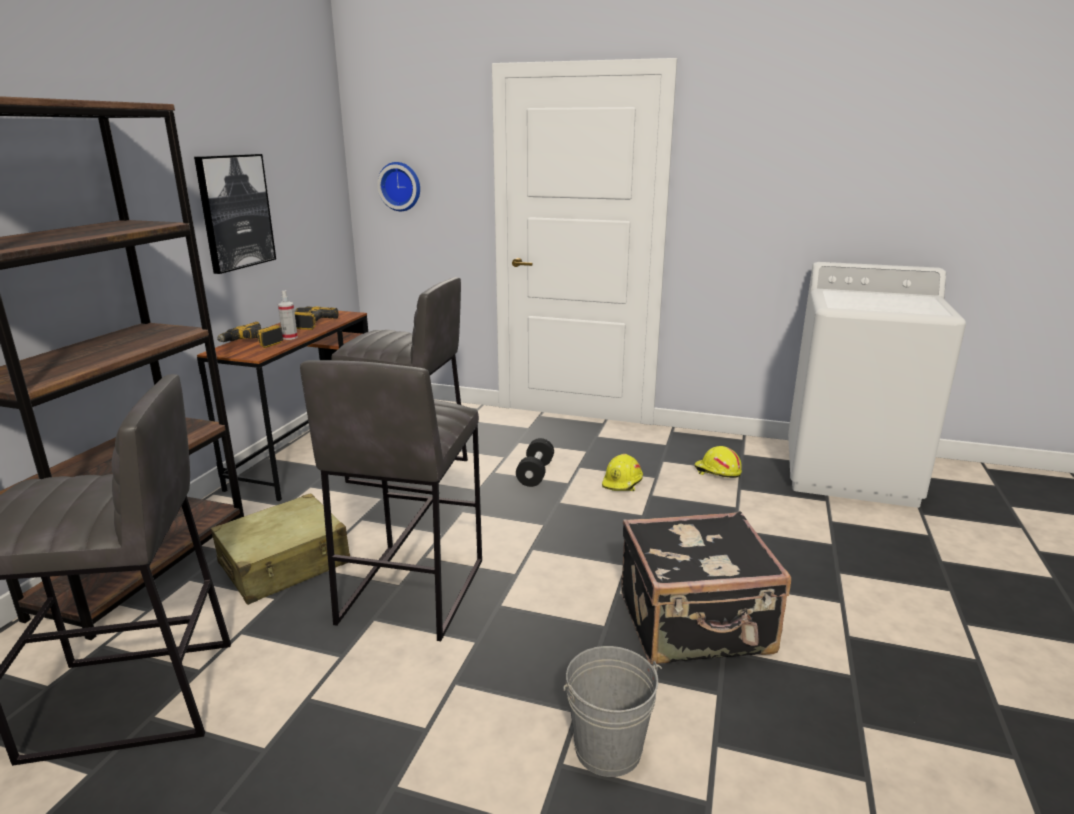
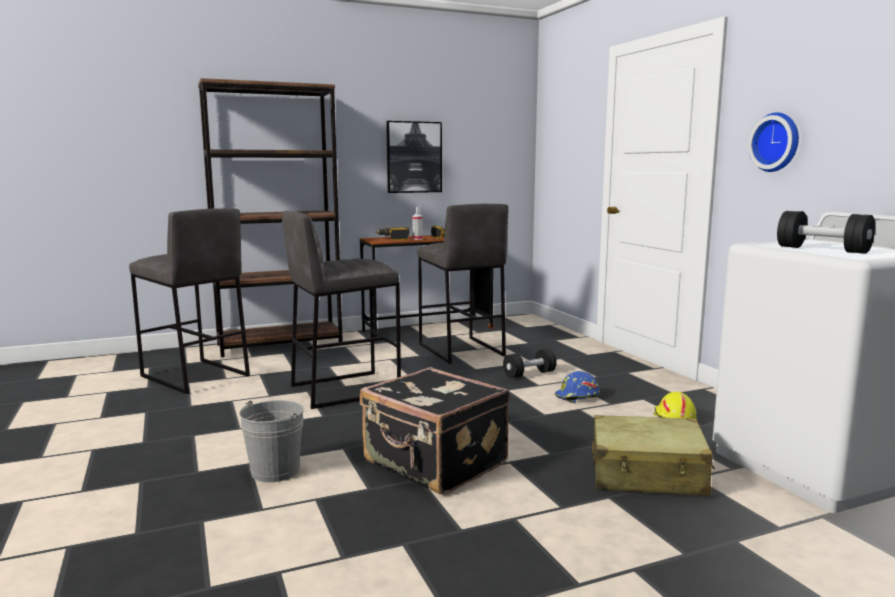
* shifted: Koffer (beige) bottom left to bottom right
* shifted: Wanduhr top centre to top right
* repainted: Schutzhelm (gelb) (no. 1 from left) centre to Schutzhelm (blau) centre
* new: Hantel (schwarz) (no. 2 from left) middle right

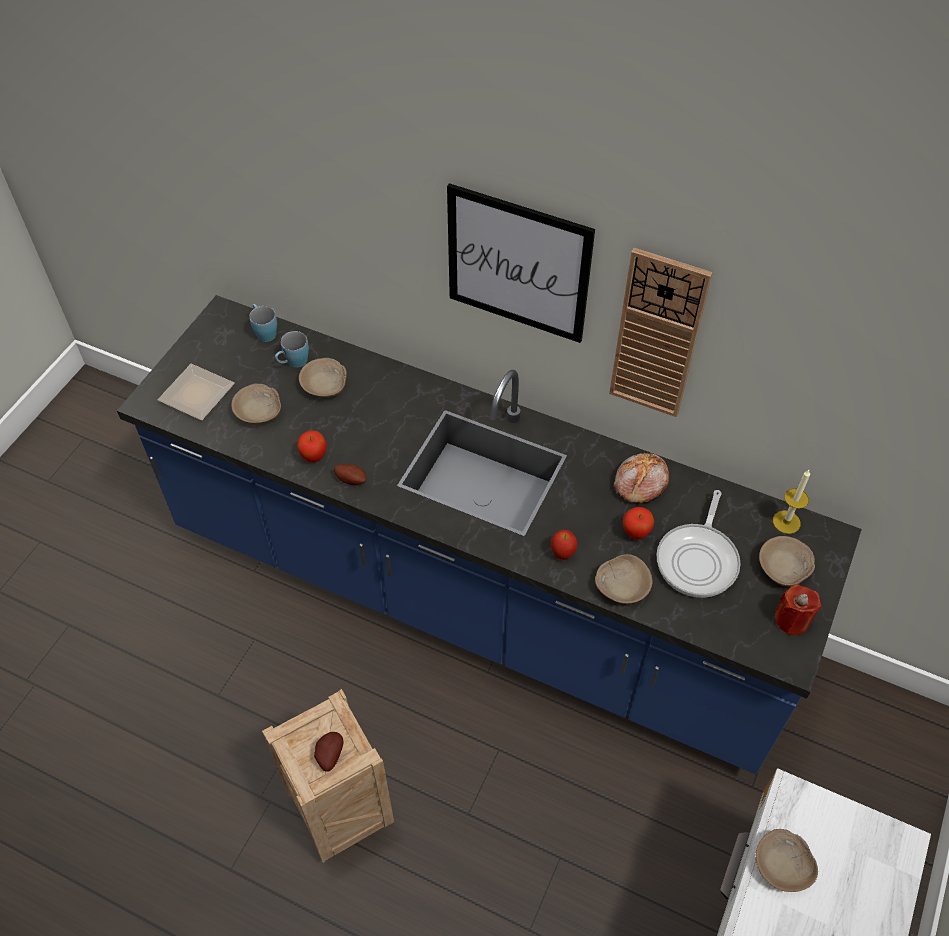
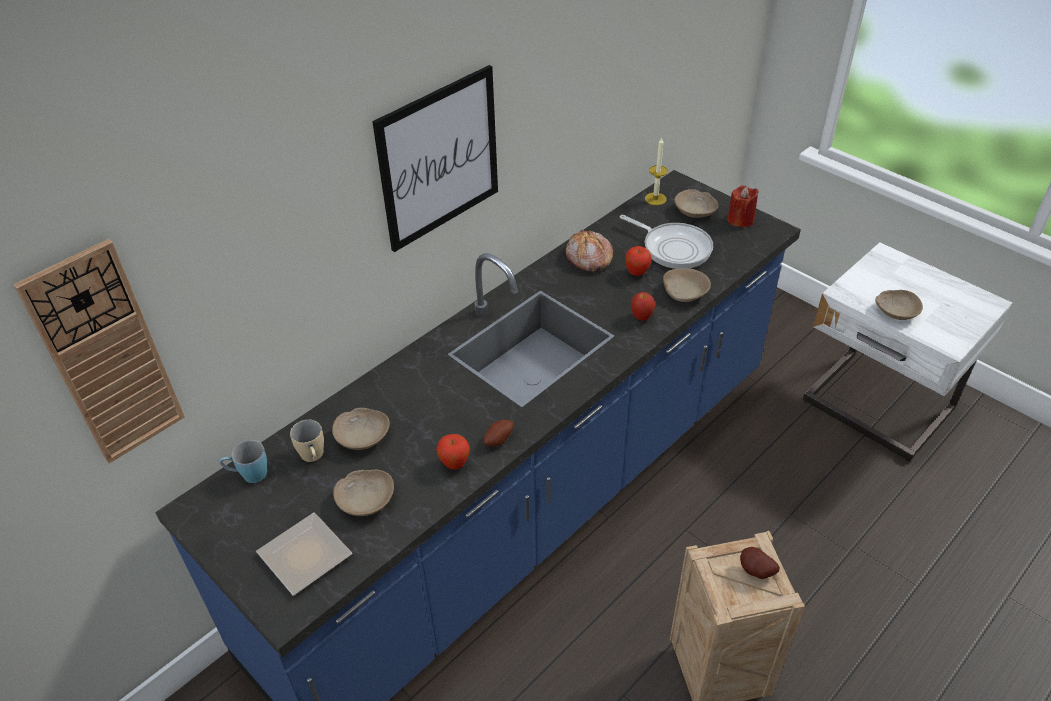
* repainted: Henkelbecher (blau) (no. 2 from left) middle left to Henkelbecher (beige) middle left
* shifted: Wanduhr middle right to middle left

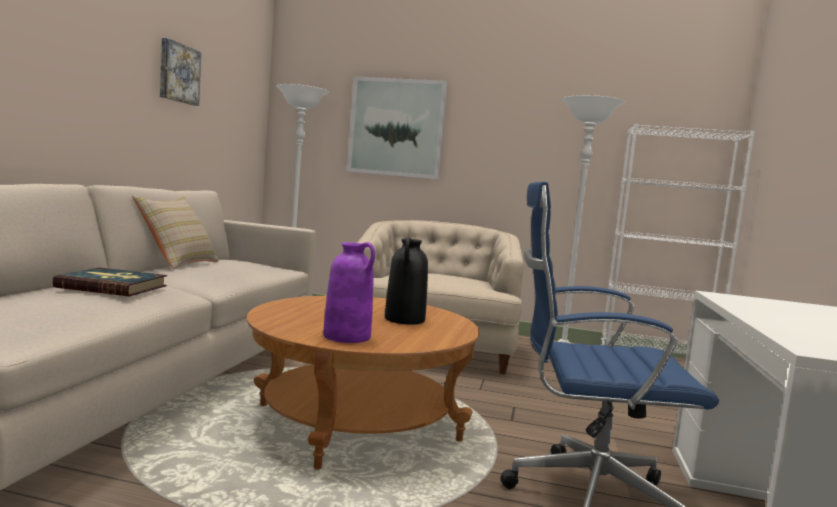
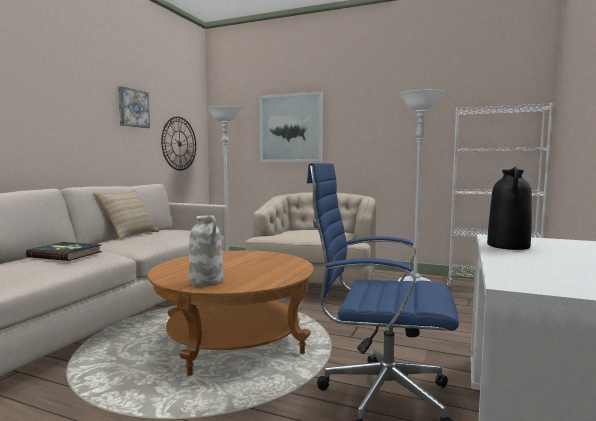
* repainted: Vase (lila) centre to Vase (weiß) centre
* shifted: Vase (schwarz) centre to middle right
* new: Wanduhr middle left

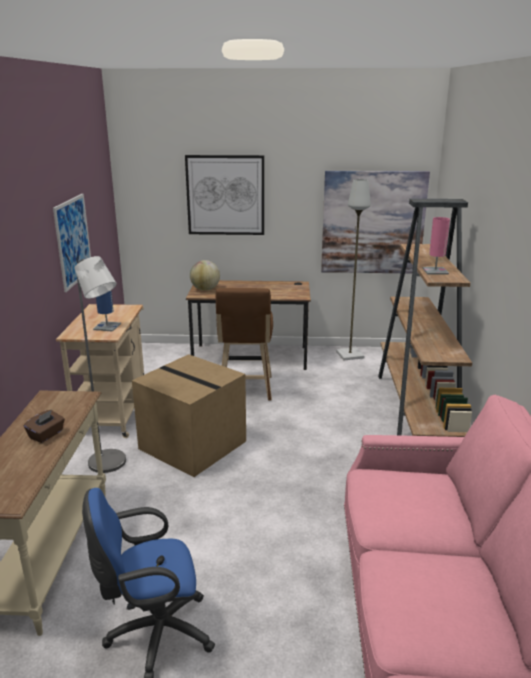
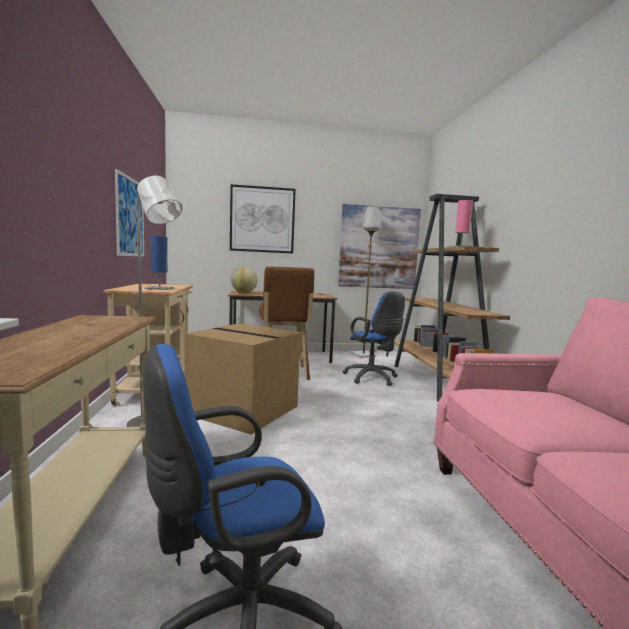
* gone: Taschentuchbox (braun) middle left
* new: Bürostuhl (blau) (no. 2 from left) centre

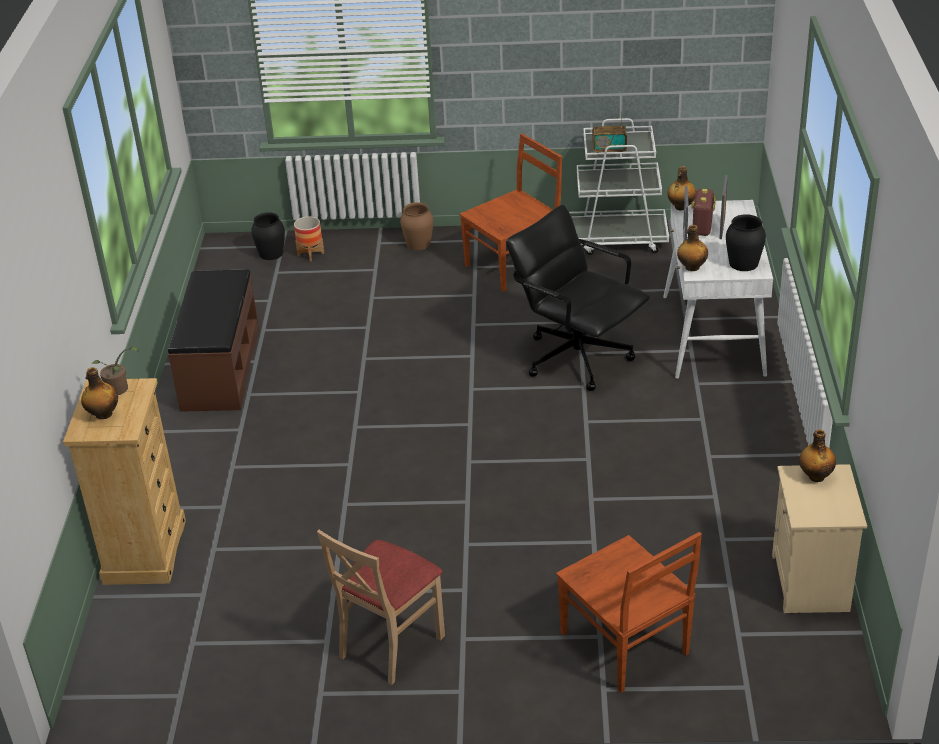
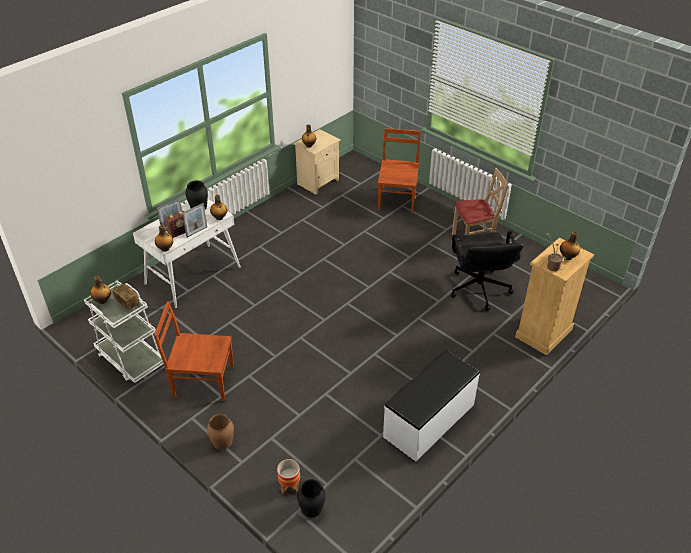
* repainted: Bank (braun) middle left to Bank (weiß) bottom centre
* shifted: Bürostuhl (schwarz) centre to middle right
* new: Flasche (no. 1 from left) middle left

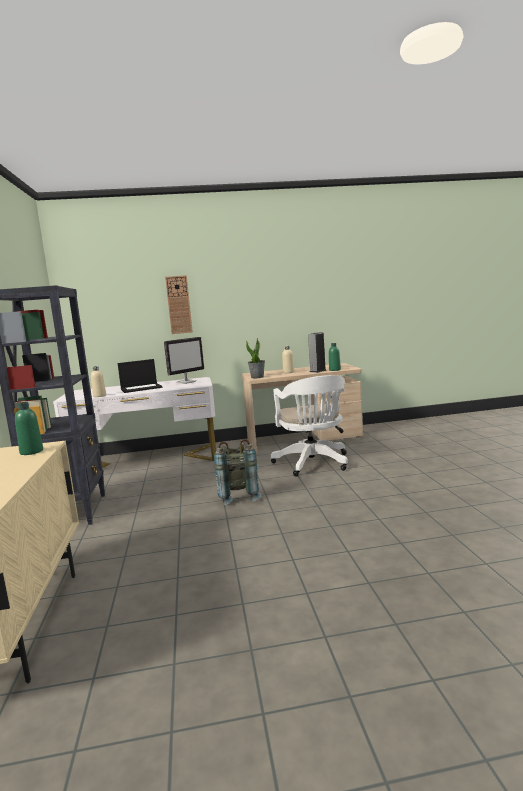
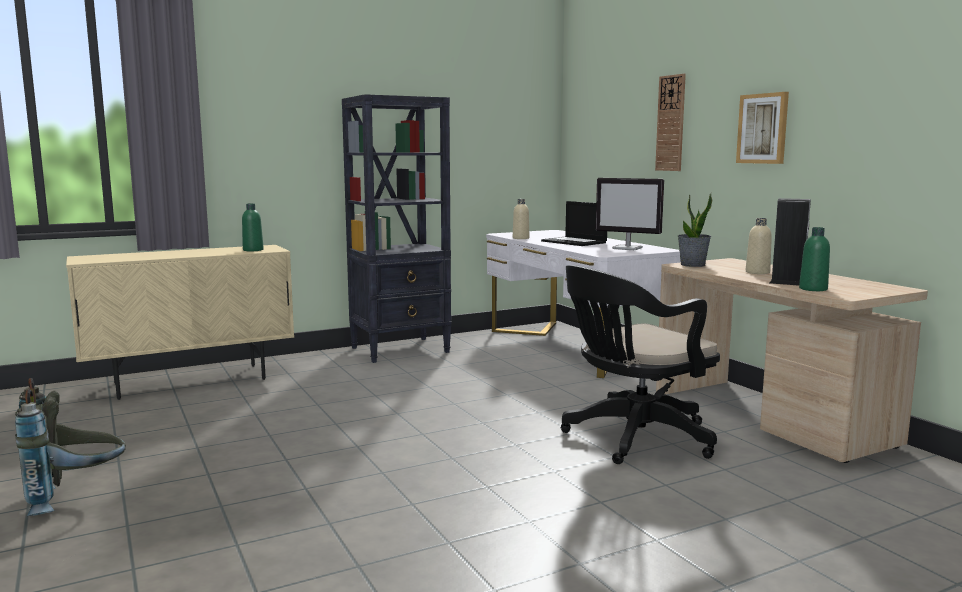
* shifted: Rucksack (grau) centre to bottom left
* repainted: Bürostuhl (weiß) centre to Bürostuhl (schwarz) centre
* new: Bild top right

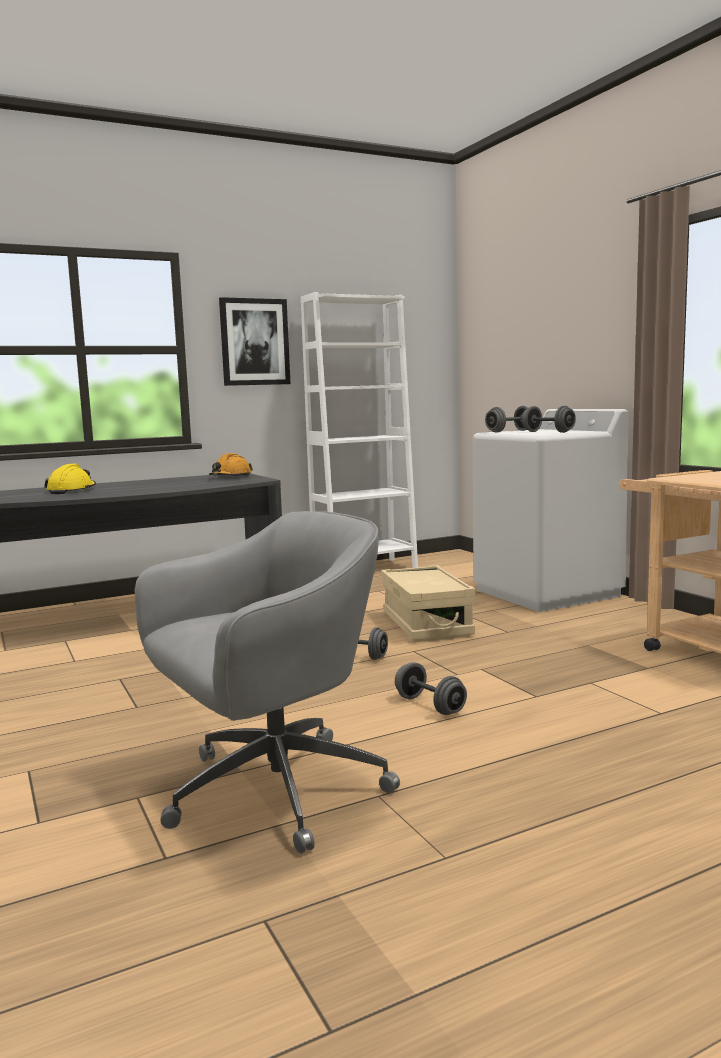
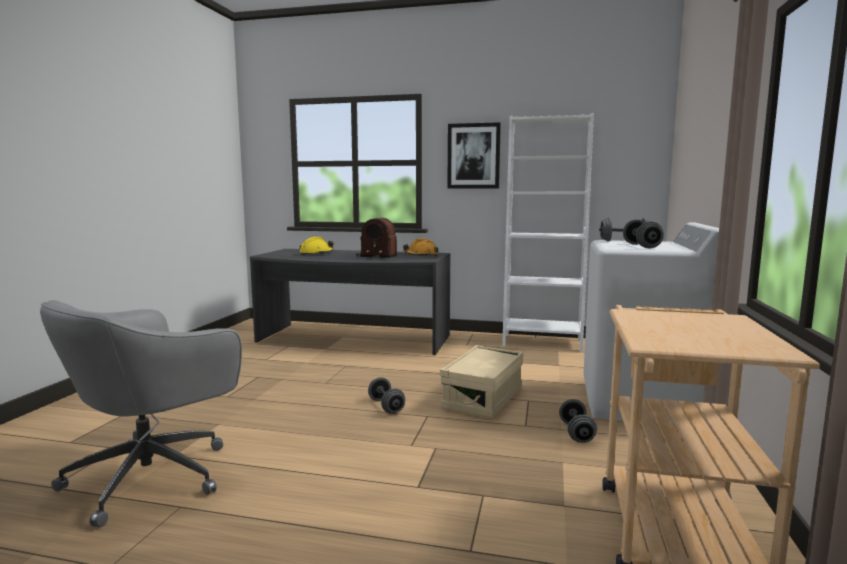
* rotated: Bürostuhl (grau) centre = bottom left 120 degrees clockwise
* shifted: Hantel (grau) (no. 2 from left) centre to bottom right
* new: Radio centre

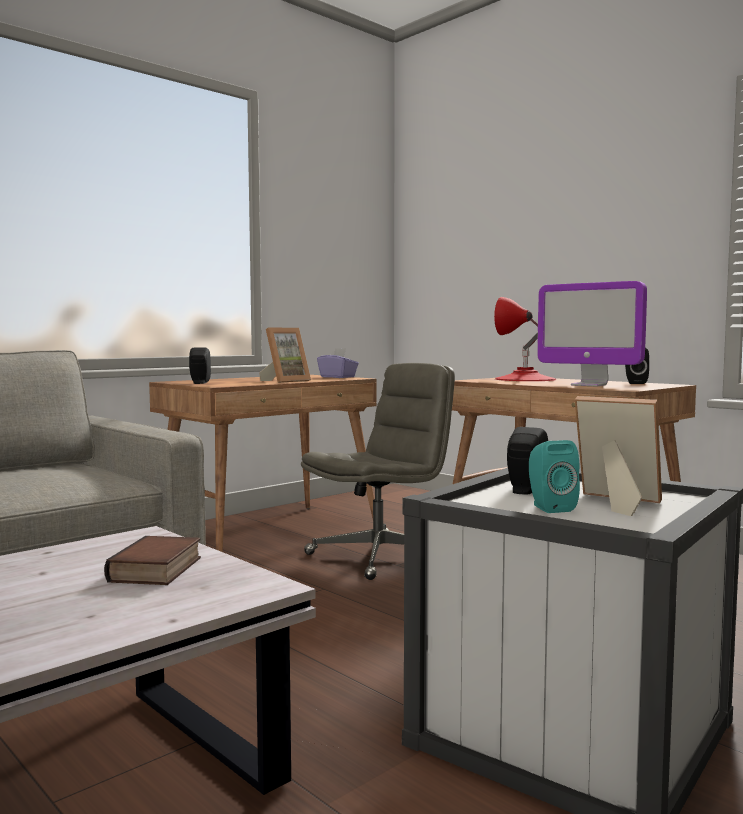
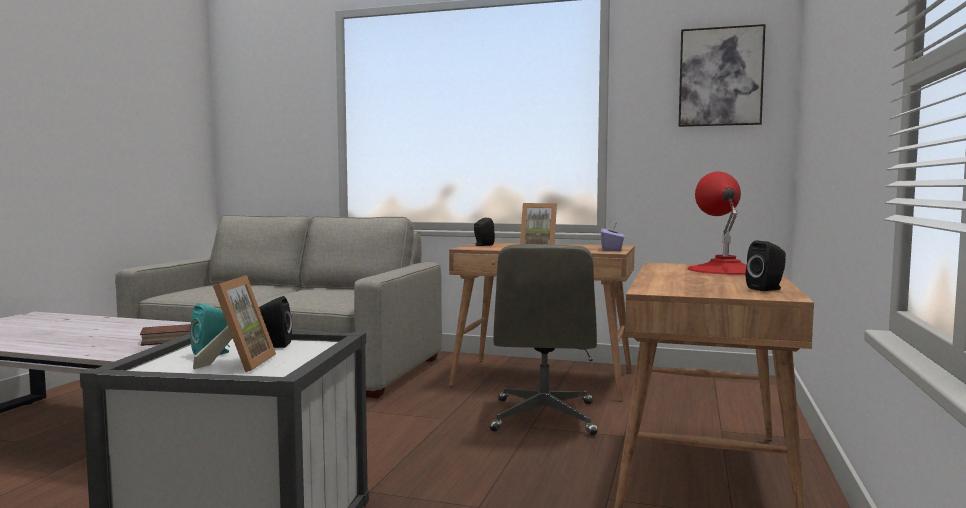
* rotated: Bürostuhl (grau) centre = bottom centre 75 degrees clockwise
* gone: Monitor middle right
* new: Bild top right

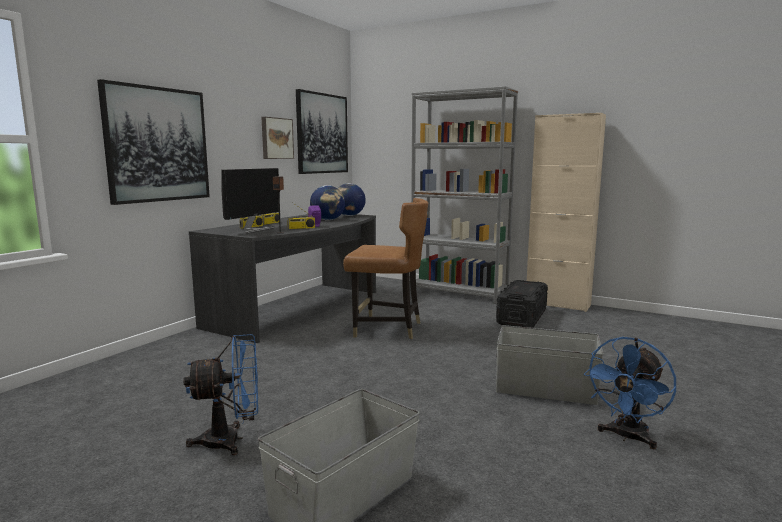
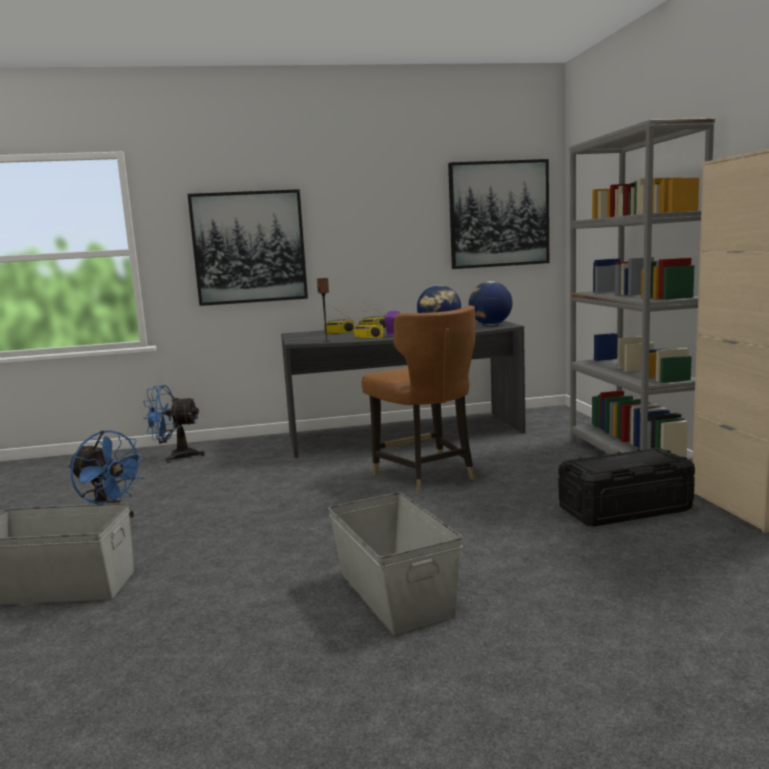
* gone: Monitor middle left
* gone: Bild (no. 2 from left) top centre
* shifted: Ventilator (blau) (no. 2 from left) bottom right to middle left

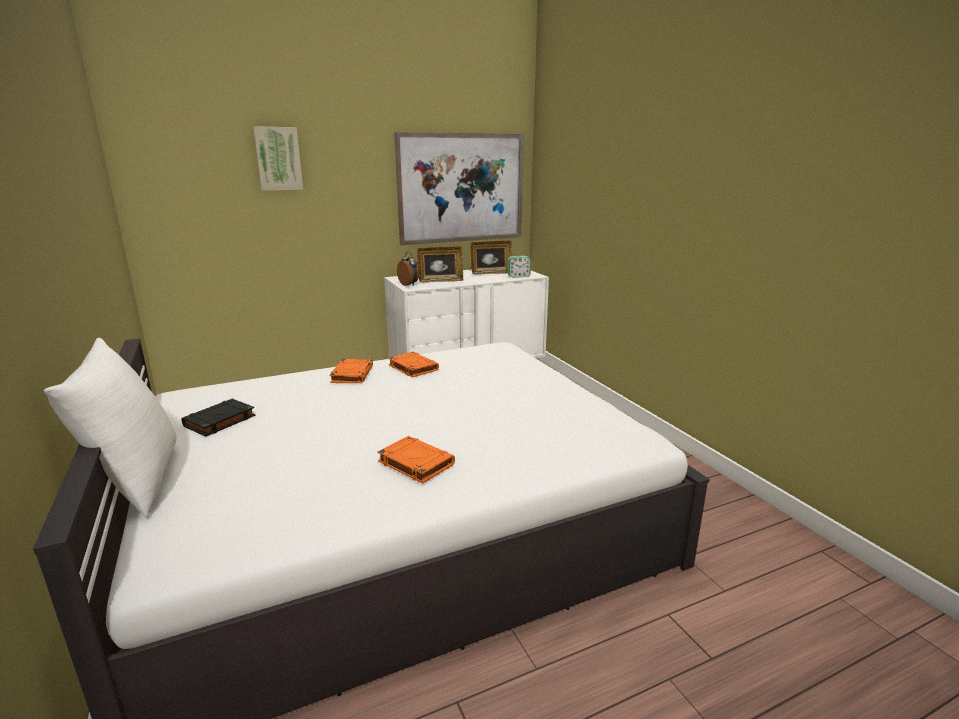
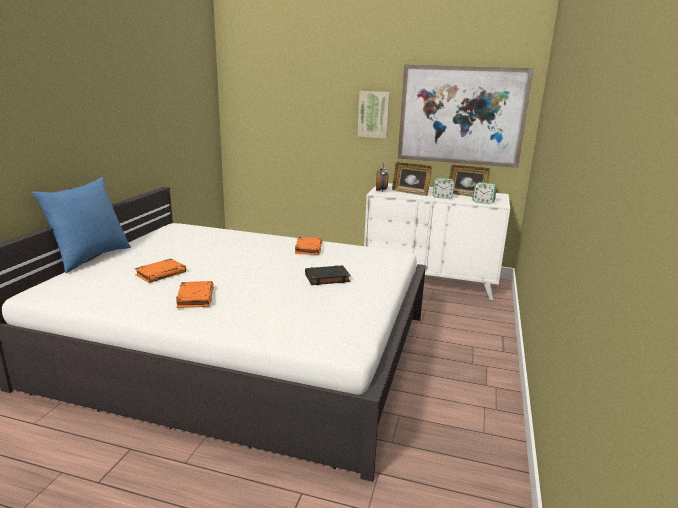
* repainted: Kissen (weiß) middle left to Kissen (blau) middle left
* shifted: Buch (schwarz) middle left to centre
* shifted: Bild (no. 1 from left) top left to top centre
* shifted: Buch (orange) (no. 1 from left) centre to middle left
* new: Wecker (no. 2 from left) centre

